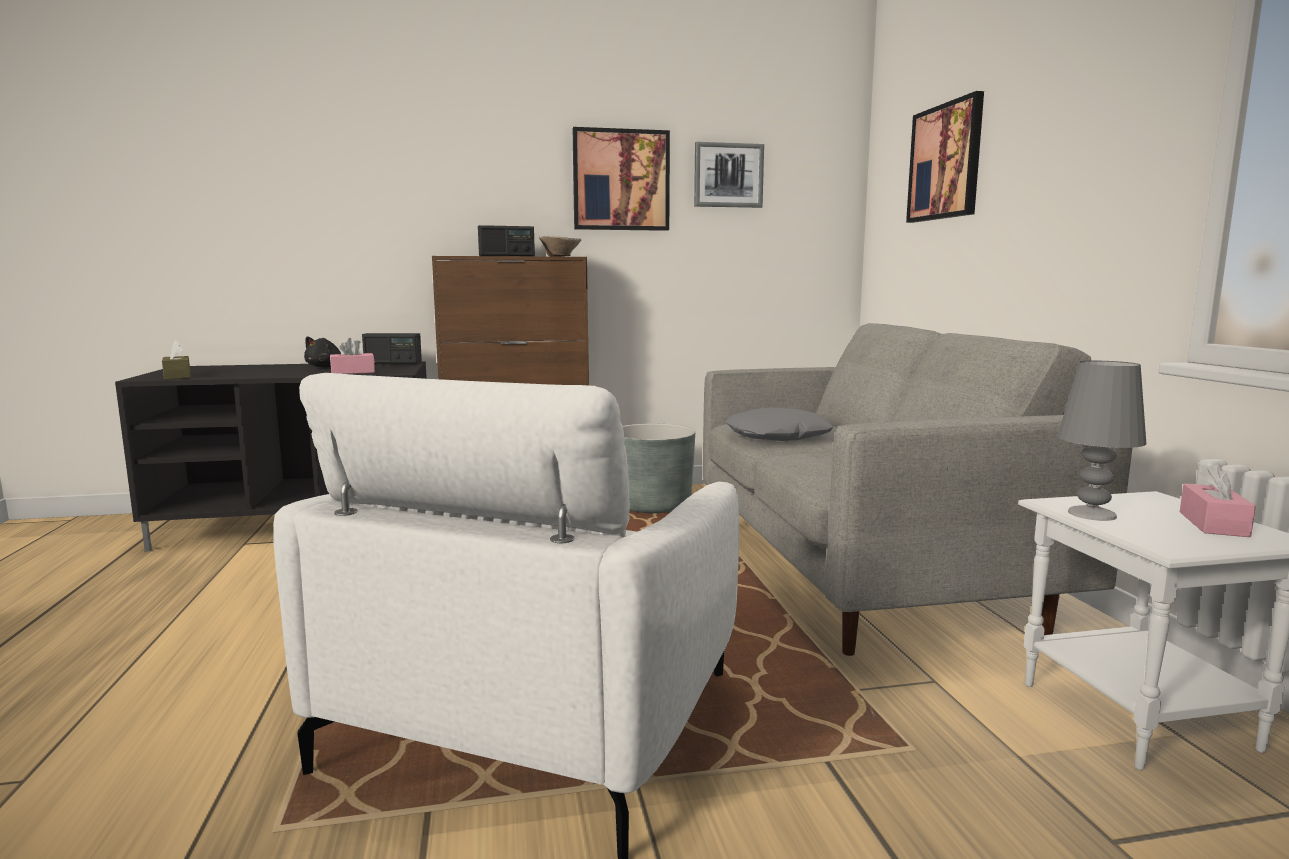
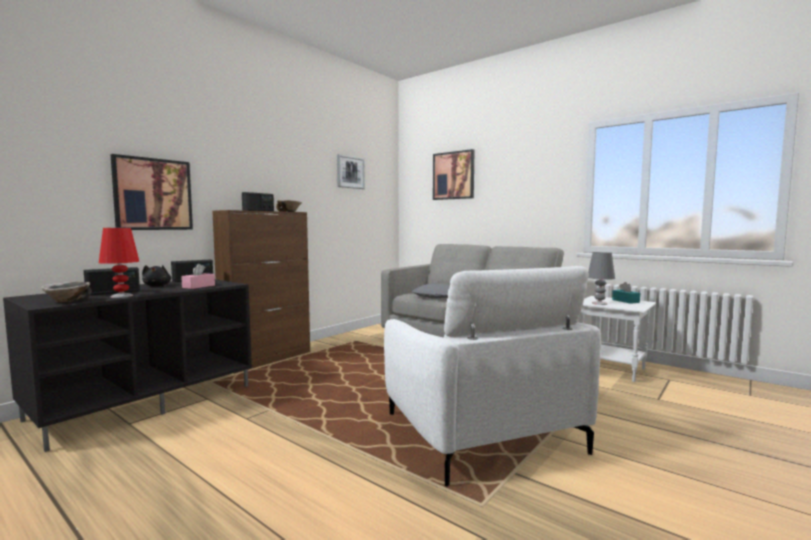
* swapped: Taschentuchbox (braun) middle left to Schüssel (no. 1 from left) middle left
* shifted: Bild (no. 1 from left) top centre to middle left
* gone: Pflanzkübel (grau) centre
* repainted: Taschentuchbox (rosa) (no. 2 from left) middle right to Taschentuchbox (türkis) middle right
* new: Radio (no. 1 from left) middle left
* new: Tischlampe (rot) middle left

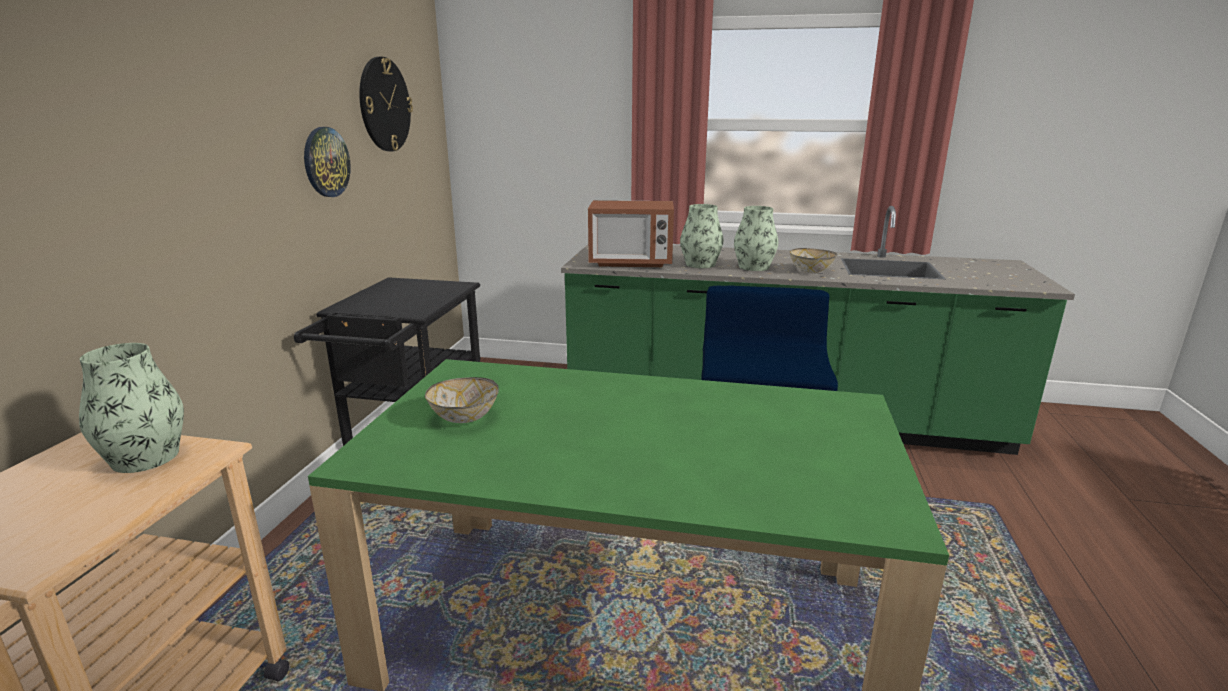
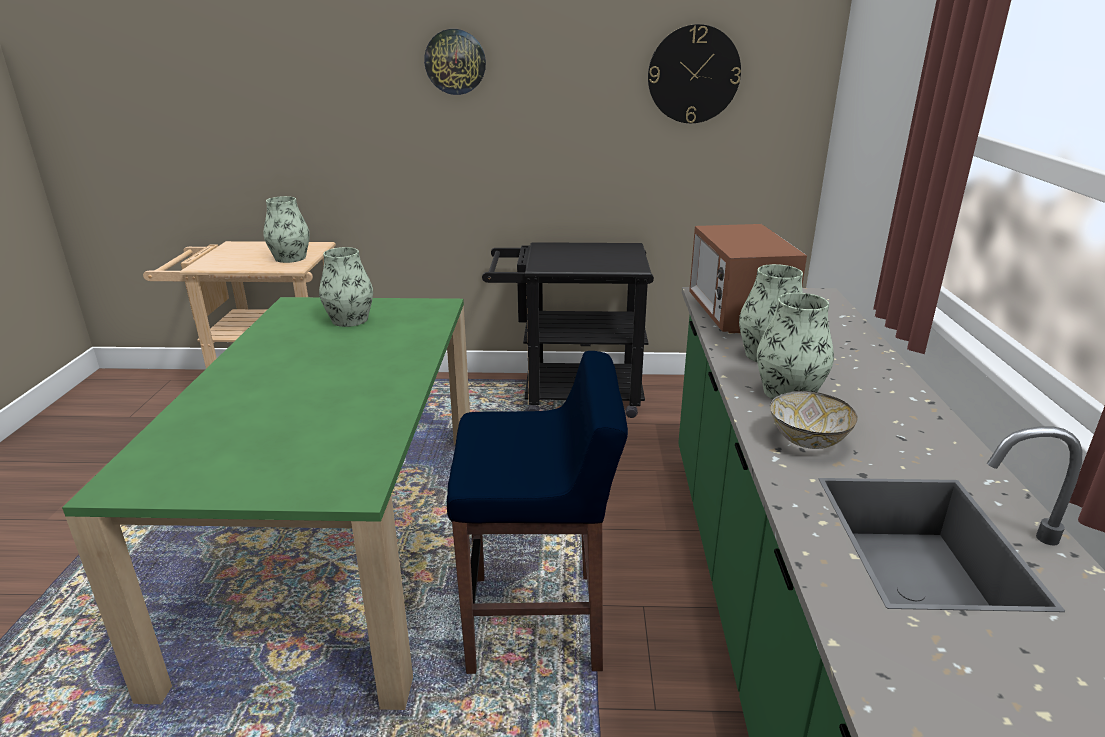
* shifted: Wanduhr (no. 1 from left) top left to top centre
* swapped: Schüssel (no. 1 from left) centre to Vase (no. 2 from left) middle left

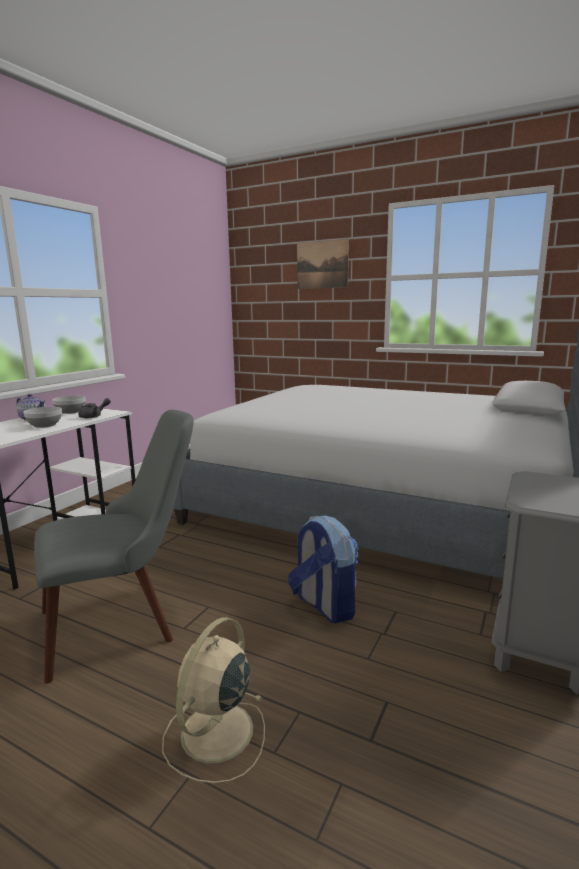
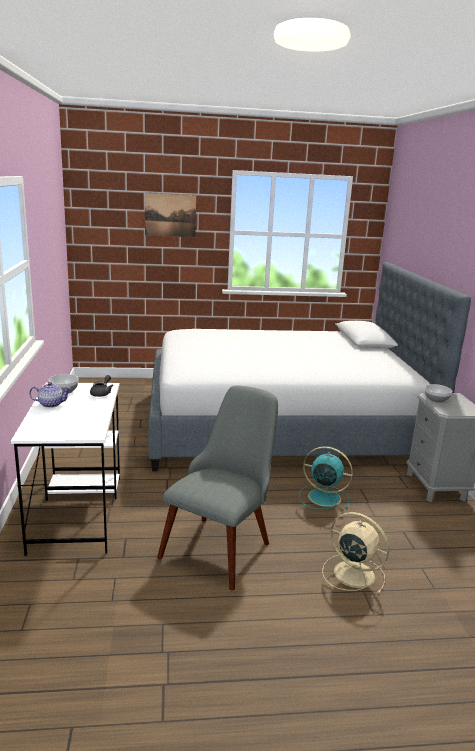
* shifted: Schüssel (no. 1 from left in the first image) middle left to Schüssel (no. 2 from left) middle right
* rotated: Ventilator (beige) bottom centre = bottom right 135 degrees clockwise
* swapped: Rucksack centre to Ventilator (türkis) middle right

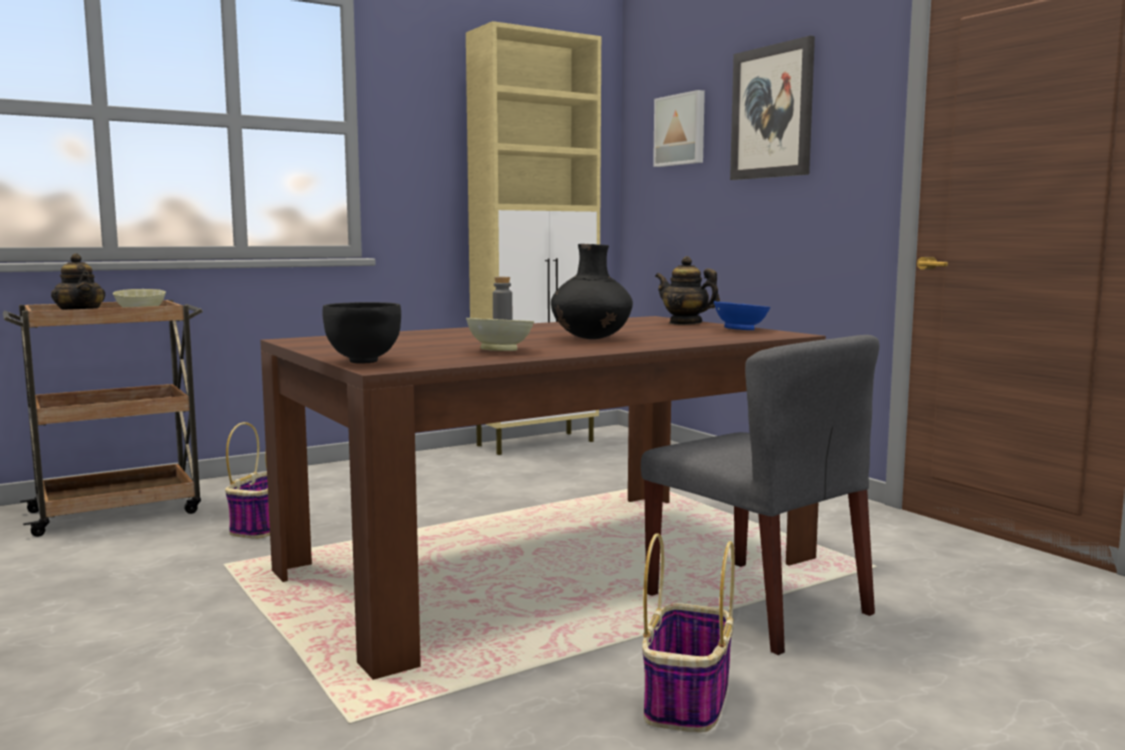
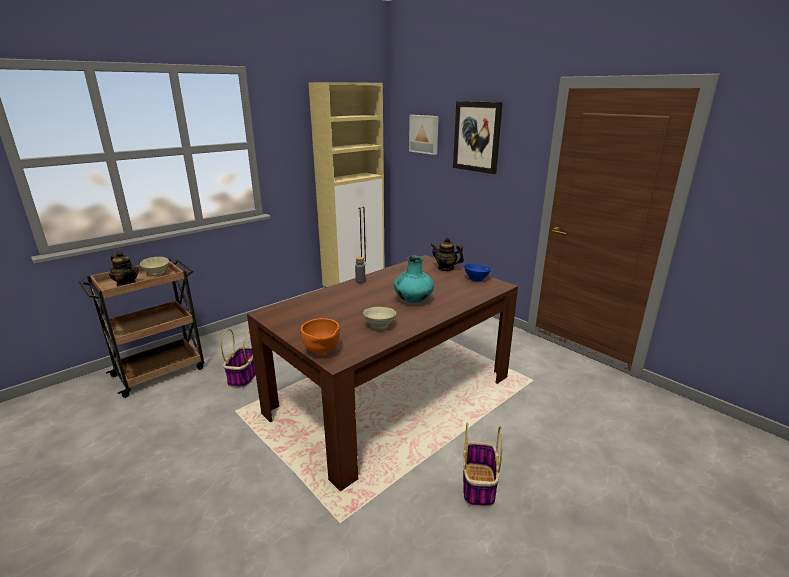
* repainted: Schüssel (schwarz) middle left to Schüssel (orange) centre
* repainted: Vase (schwarz) centre to Vase (türkis) centre
* gone: Stuhl (grau) middle right

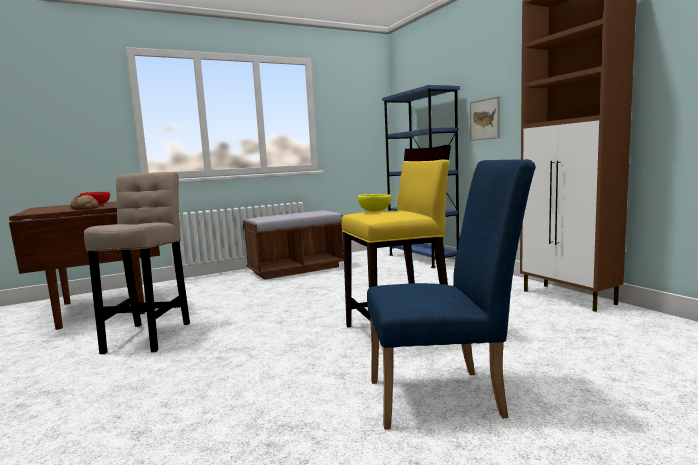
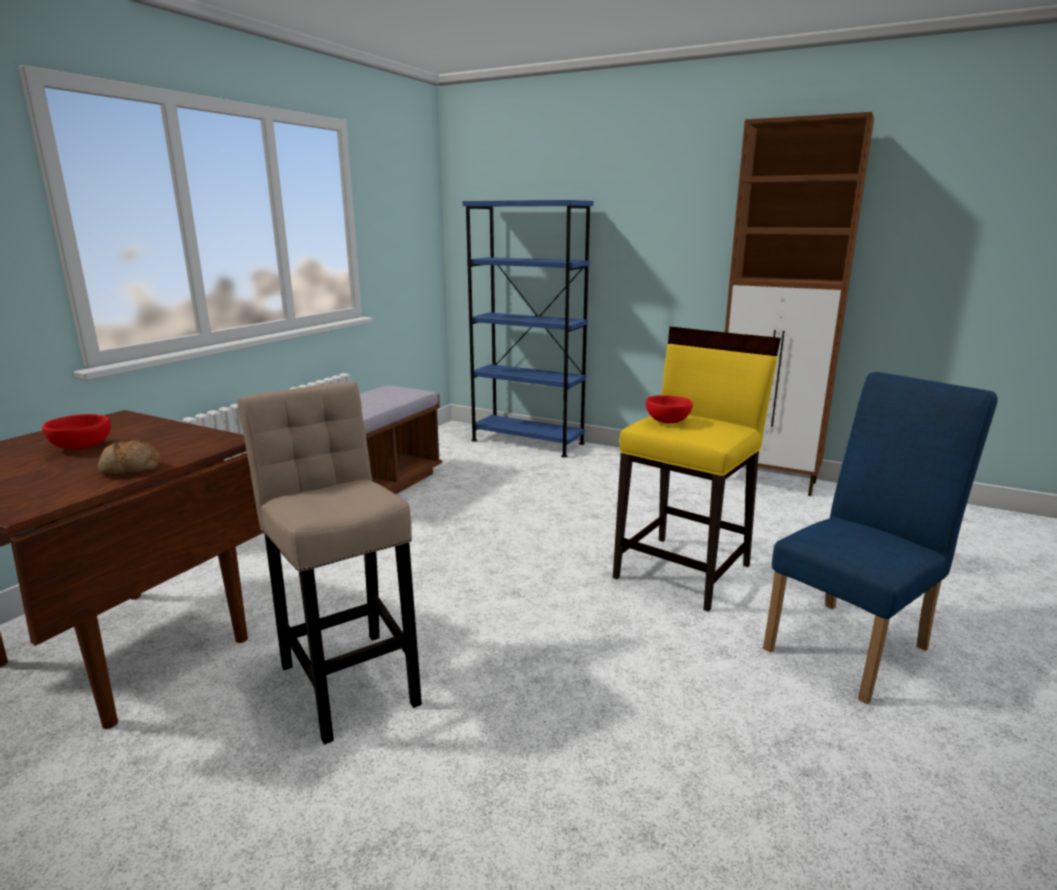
* repainted: Schüssel (gelb) centre to Schüssel (rot) (no. 2 from left) centre
* gone: Bild top right

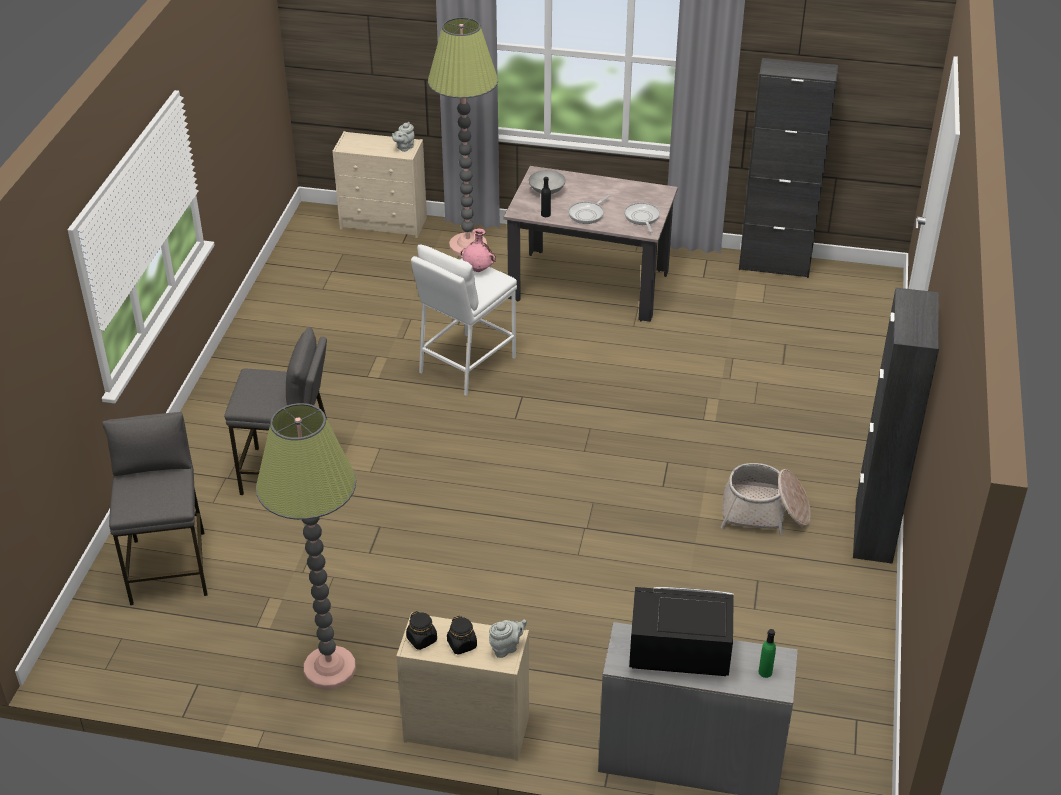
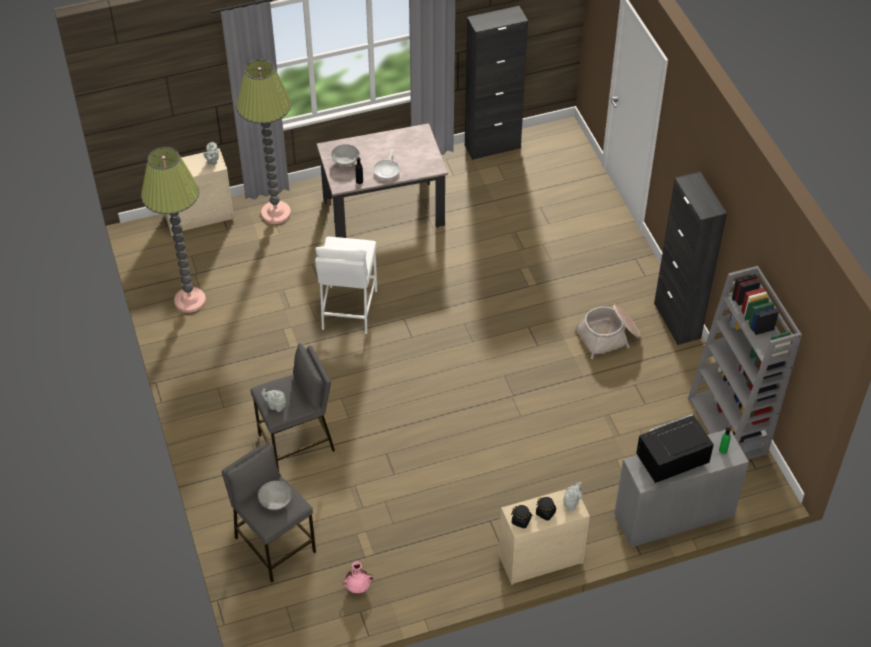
* shifted: Stehlampe (no. 1 from left) bottom left to middle left
* shifted: Vase (rosa) top centre to bottom centre
* gone: Pfanne (no. 2 from left) top centre
* new: Schüssel (grau) (no. 1 from left) bottom left
* new: Teekanne (grau) (no. 2 from left) middle left
* new: Bücherregal (grau) middle right

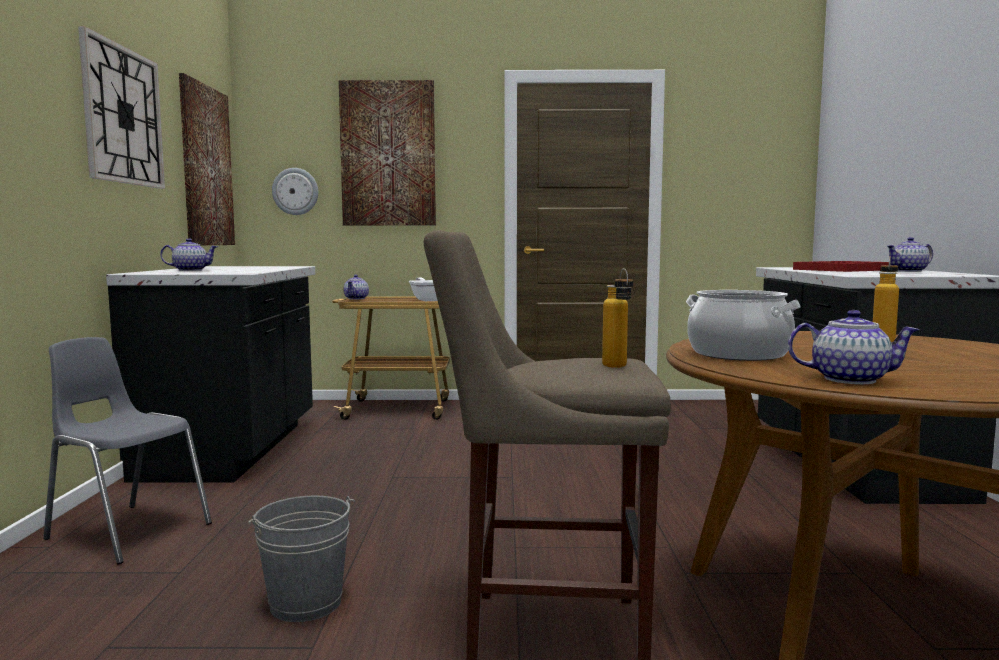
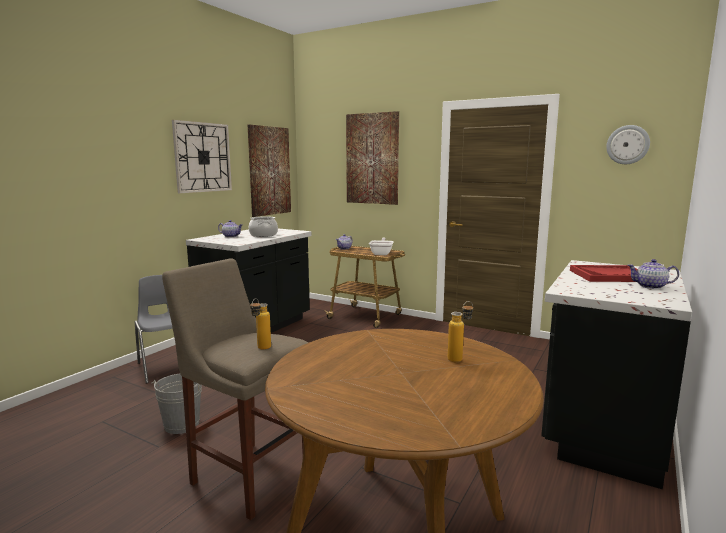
* shifted: Wanduhr (no. 2 from left) top left to top right
* shifted: Kochtopf middle right to centre
* gone: Teekanne (no. 3 from left) middle right

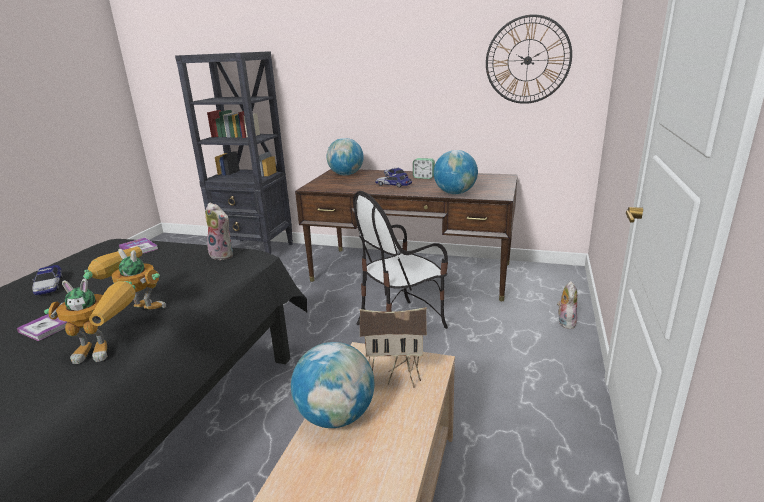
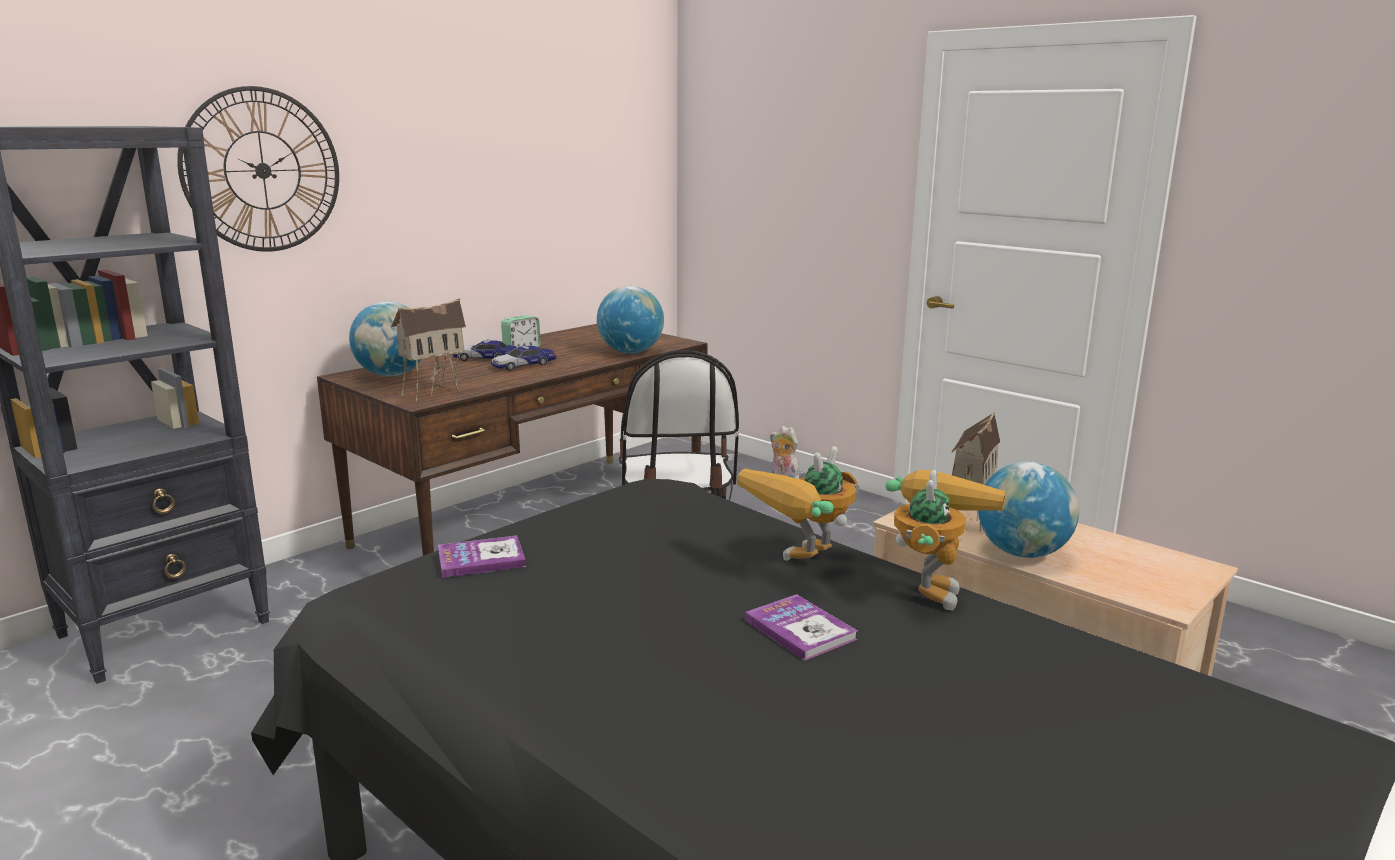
* gone: Spielzeugauto (no. 1 from left) middle left
* gone: Plüschtier (no. 1 from left) middle left
* shifted: Wanduhr top right to top left
* new: Spielzeughaus (no. 1 from left) middle left

